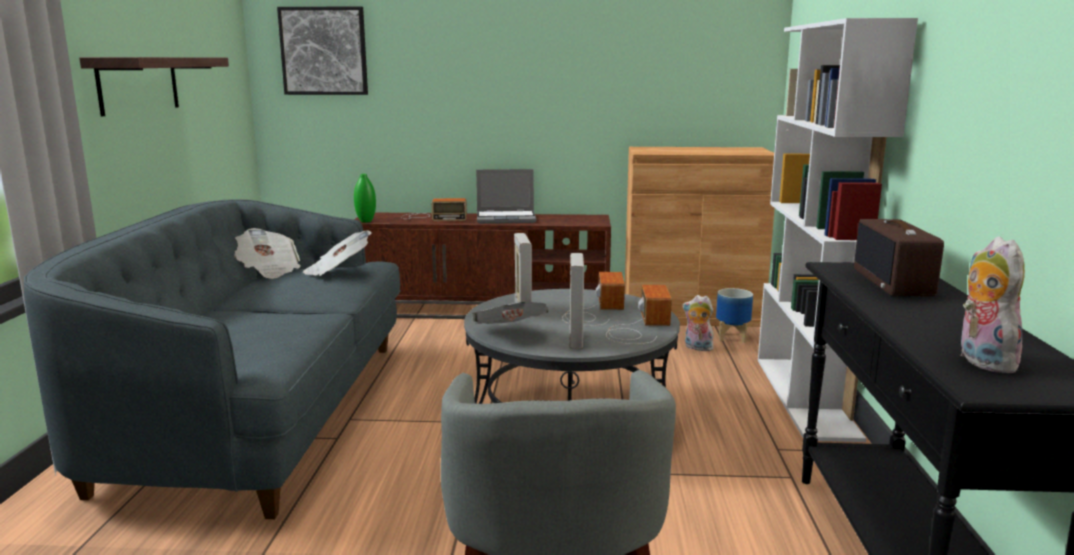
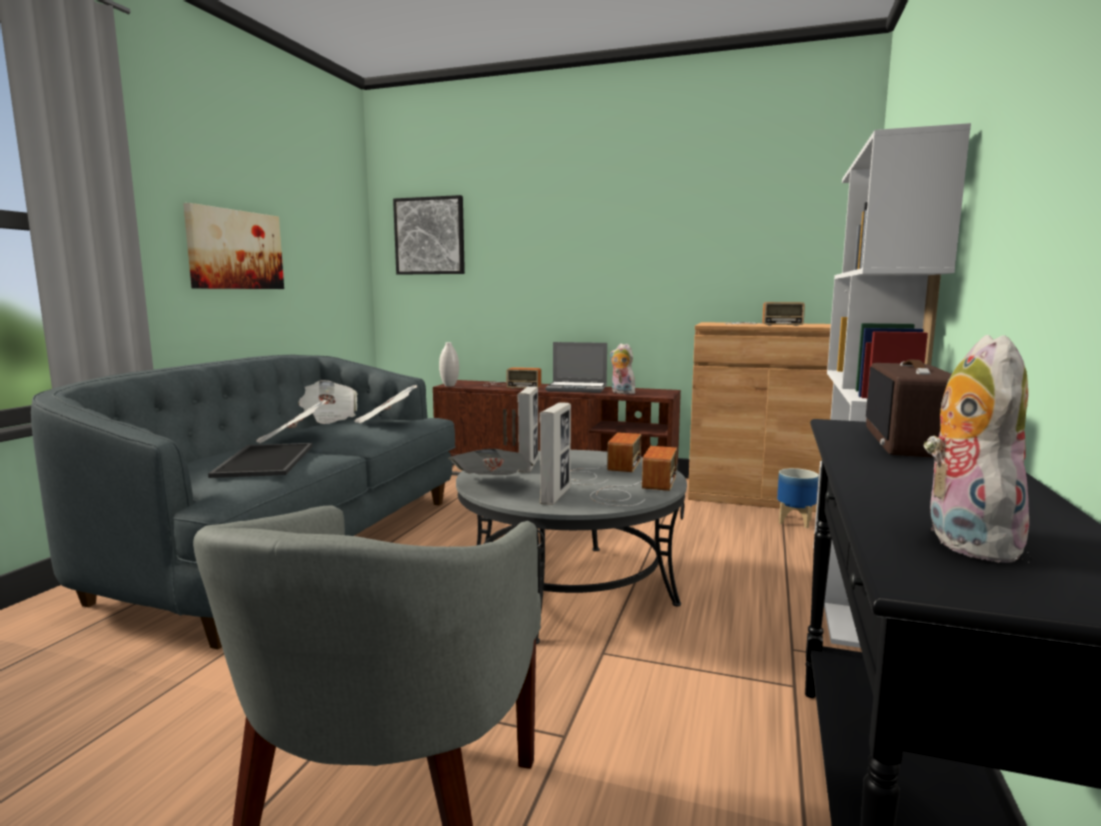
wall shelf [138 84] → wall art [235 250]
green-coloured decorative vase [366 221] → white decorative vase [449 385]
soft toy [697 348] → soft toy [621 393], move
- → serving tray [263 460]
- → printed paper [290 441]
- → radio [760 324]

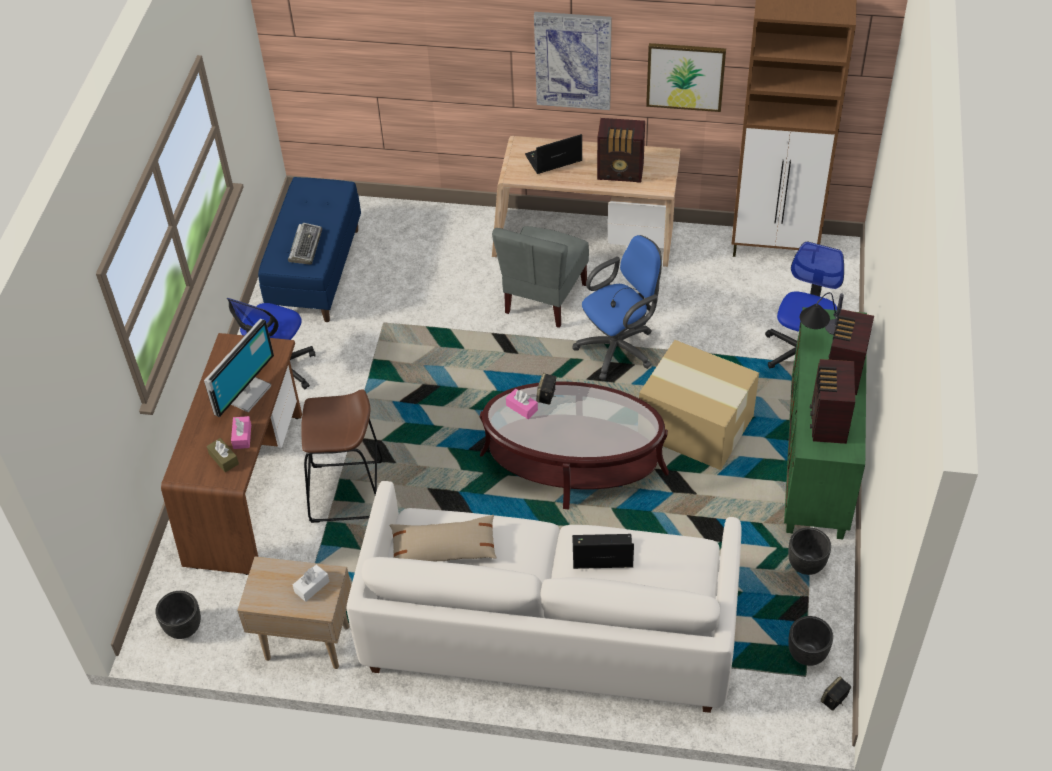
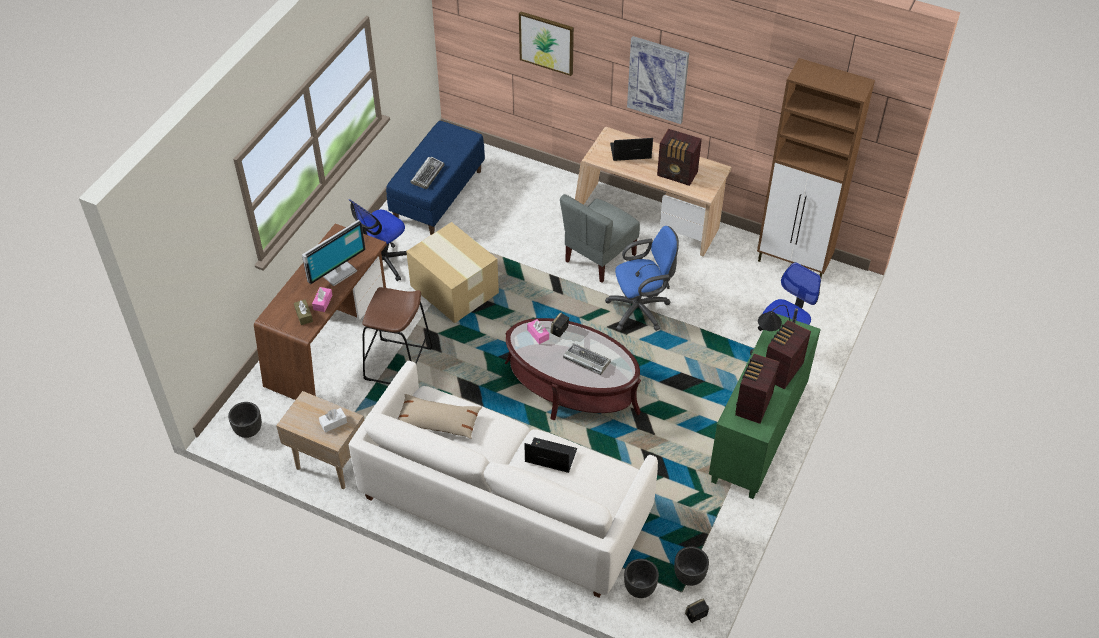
carton [694 425] → carton [454 288], move
wall art [685 76] → wall art [546 42], move
black flower pot [806 565] → black flower pot [639 589], move
- → keyboard [586 360]

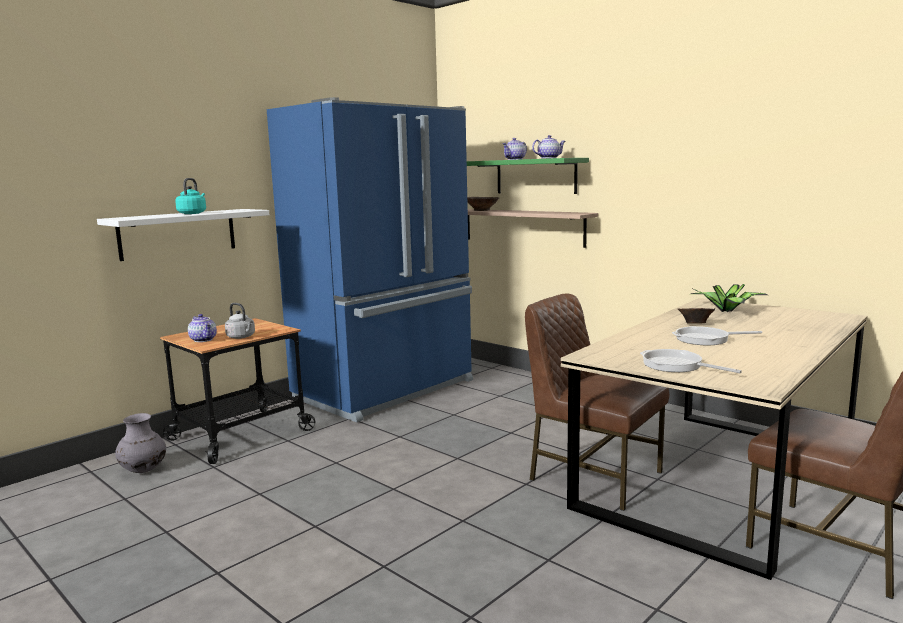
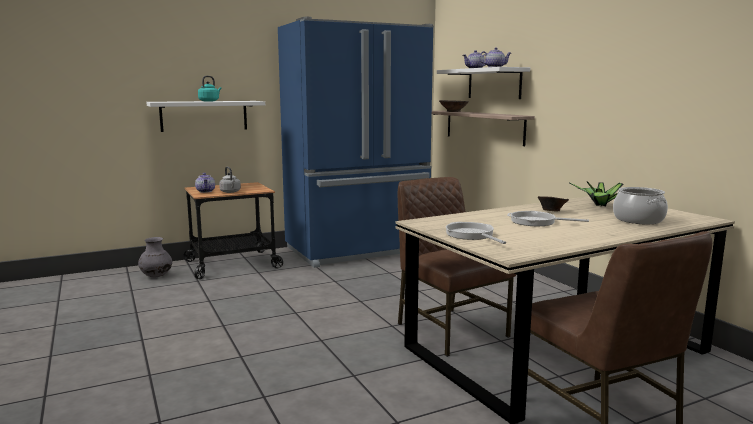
green-coloured wall shelf [535 176] → white wall shelf [494 83]
- → cooking pot [638 220]

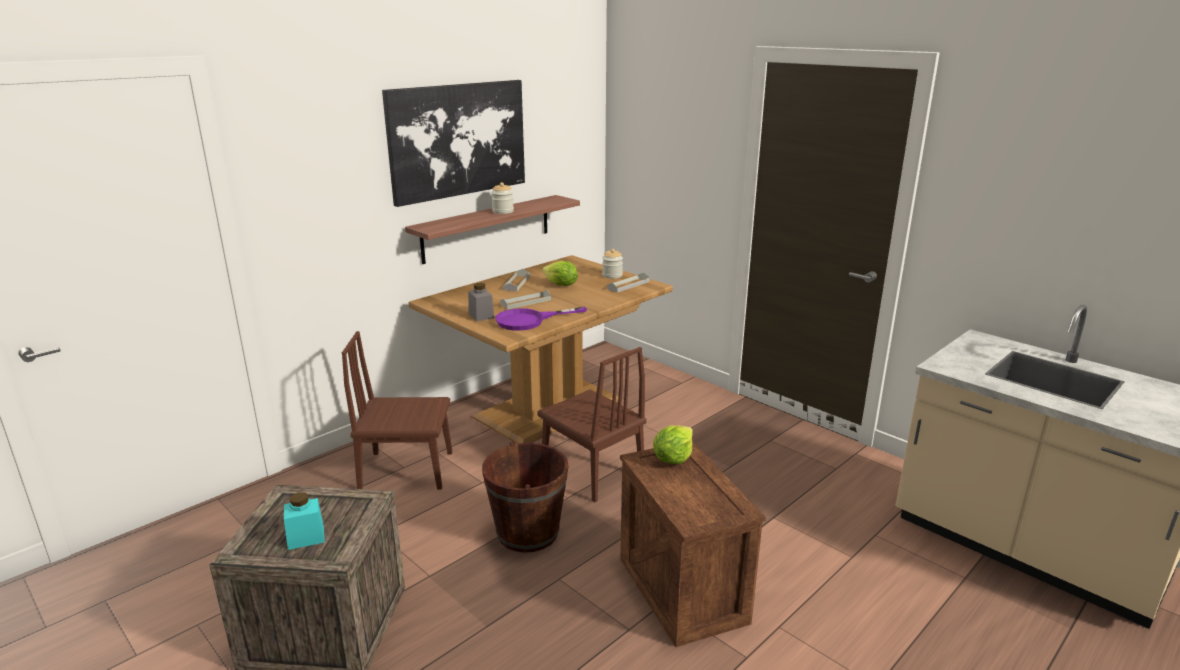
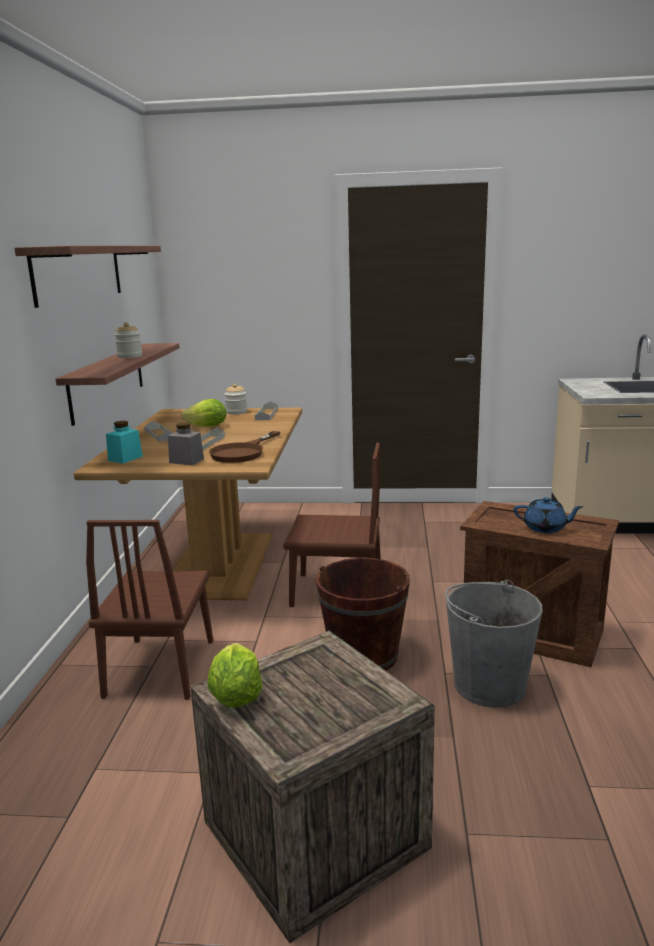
turquoise jar [306 537] → turquoise jar [125 458], move
brownish chair [407 470] → brownish chair [160 667], 45 degrees counterclockwise
wall art [458 140] → wall shelf [79 273]
purplish pan [529 320] → brownish pan [242 452]
lettuce head [673 458] → lettuce head [236 696], move
- → grey pail [489 685]
- → bluish pot for tea [545 528]

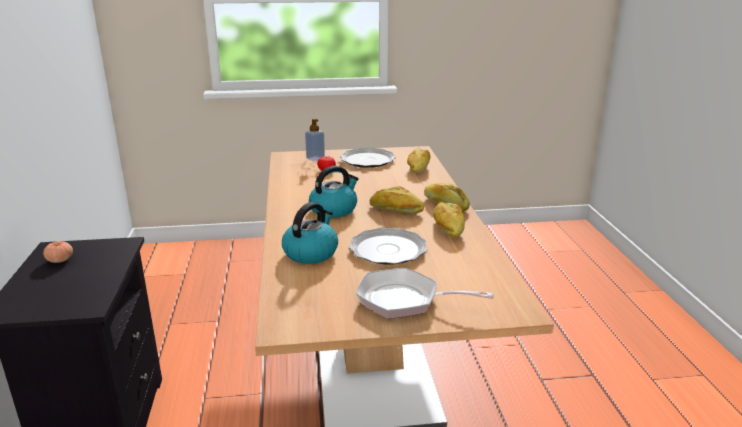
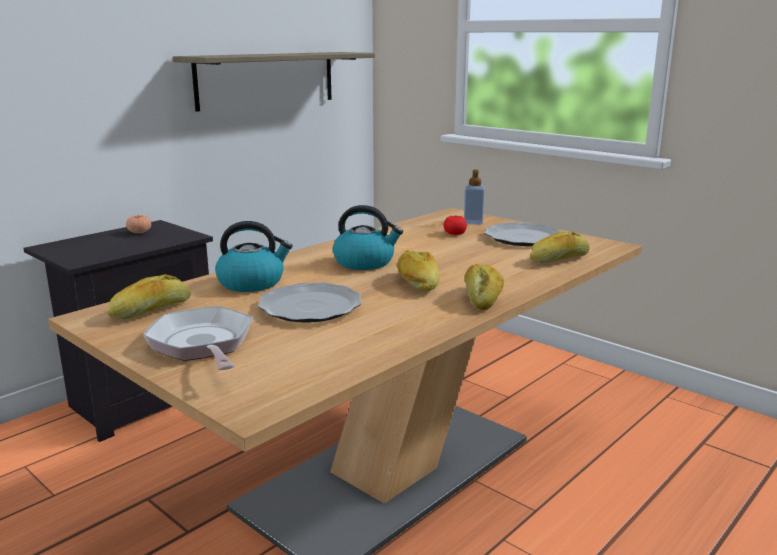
bakery bread [447 228] → bakery bread [151 311], move
- → wall shelf [267 79]

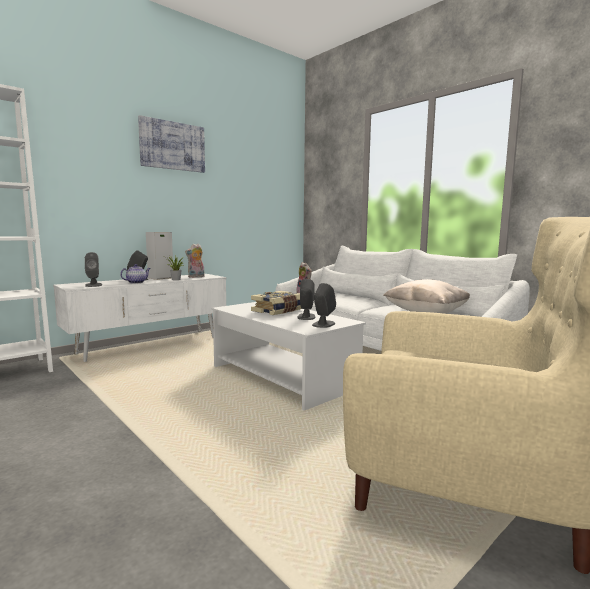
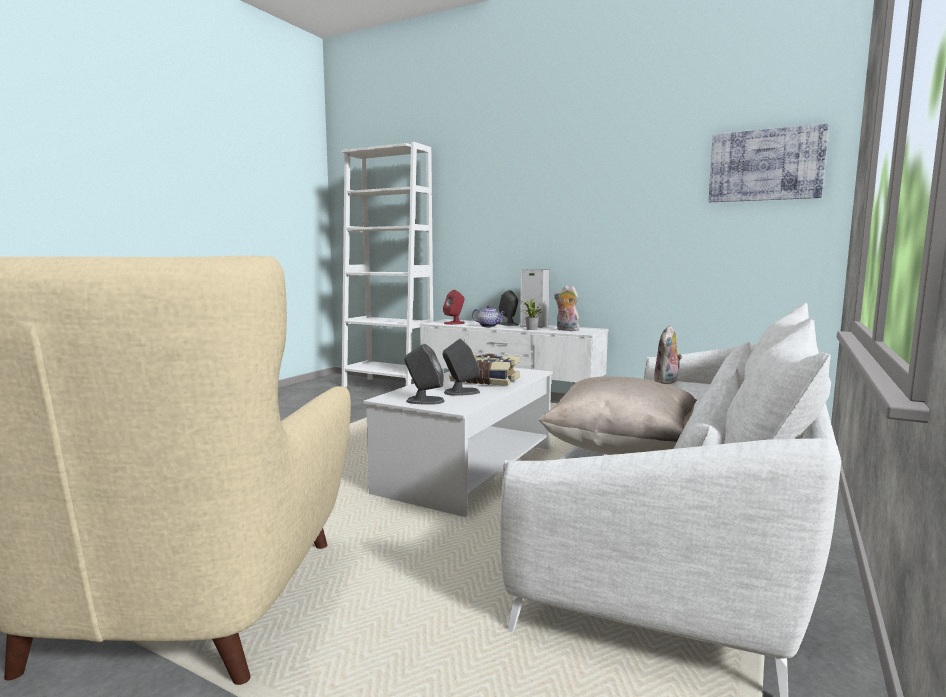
grey speaker [93 285] → red-coloured speaker [454 323]
wall art [172 146] → wall art [765 165], move

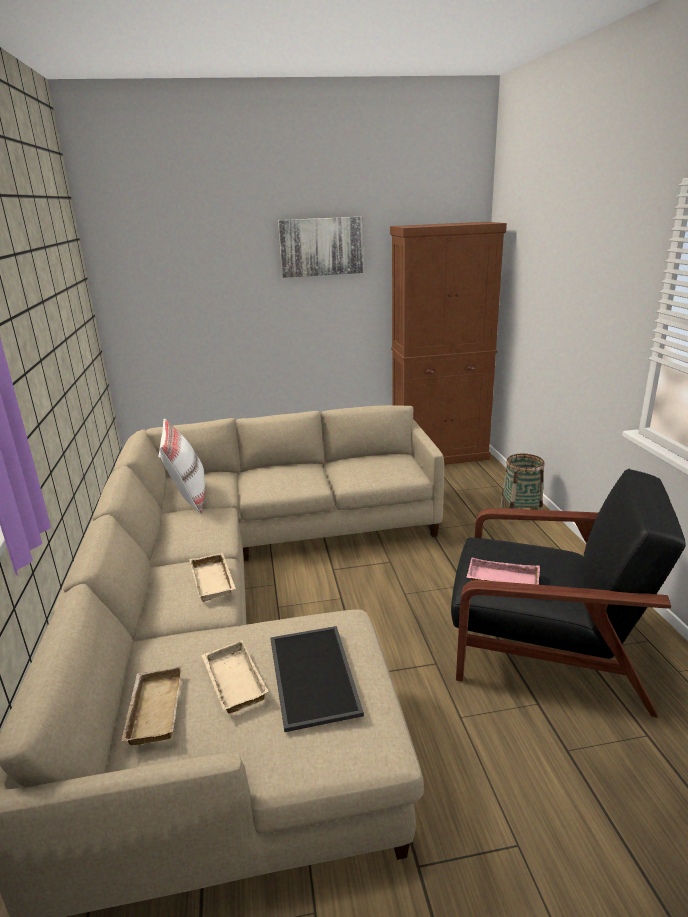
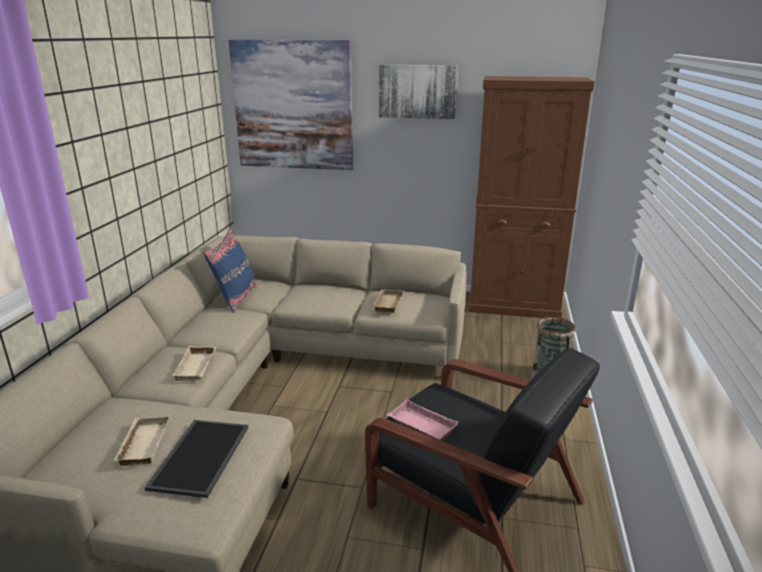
beige serving tray [153 709] → beige serving tray [387 303], move
white cushion [188 497] → bluish cushion [235 297]
- → wall art [293 106]

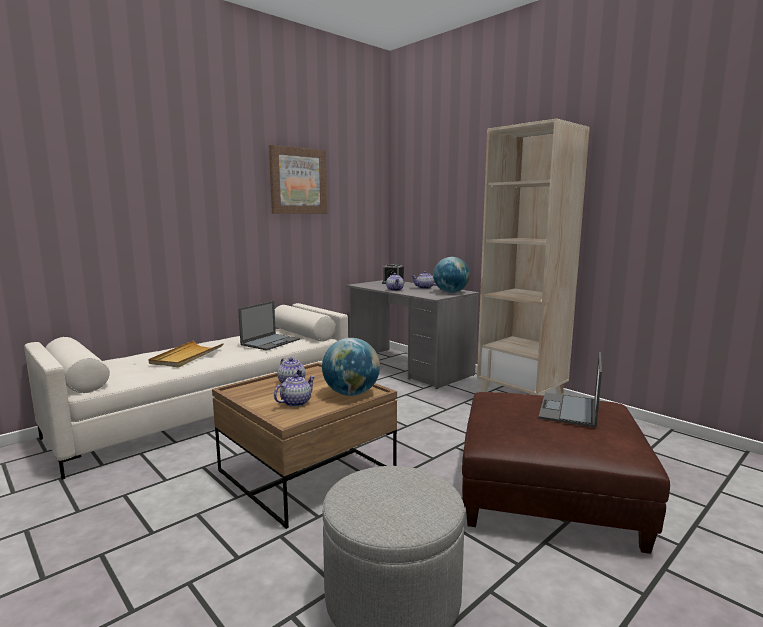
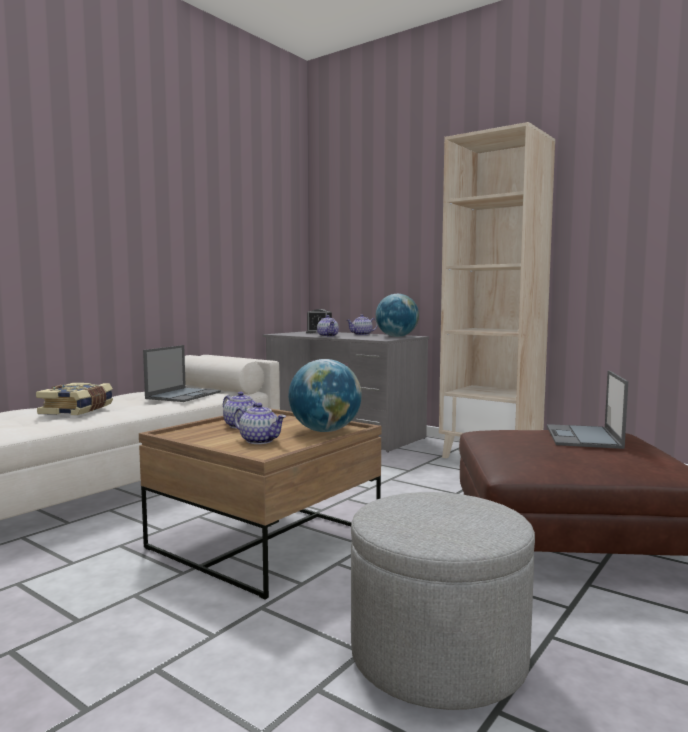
beige serving tray [187 356] → volume [78 410]
wall art [298 181] → -
pot for tea [296 402] → pot for tea [260 441], 90 degrees clockwise

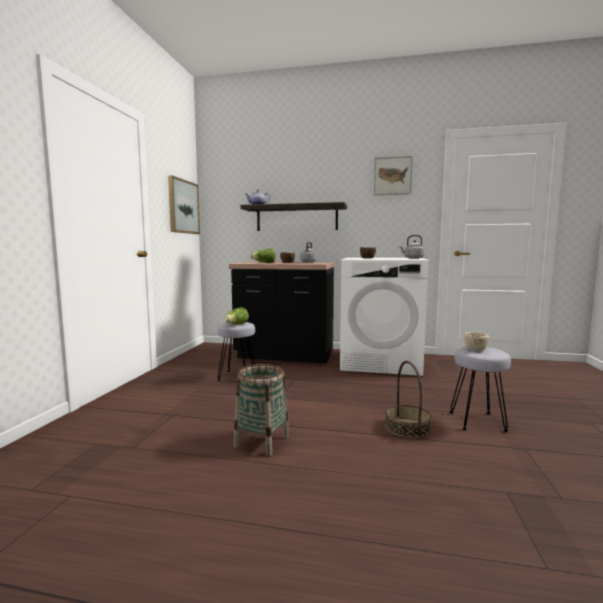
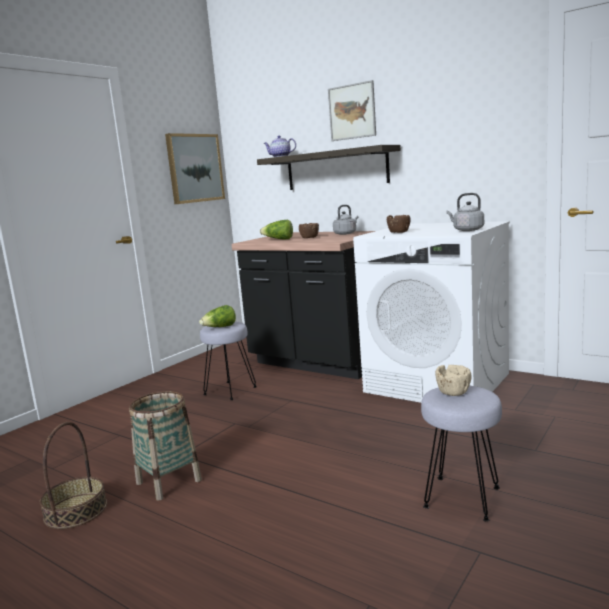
wall art [392 176] → wall art [352 111], move
household basket [407 428] → household basket [75 511], move

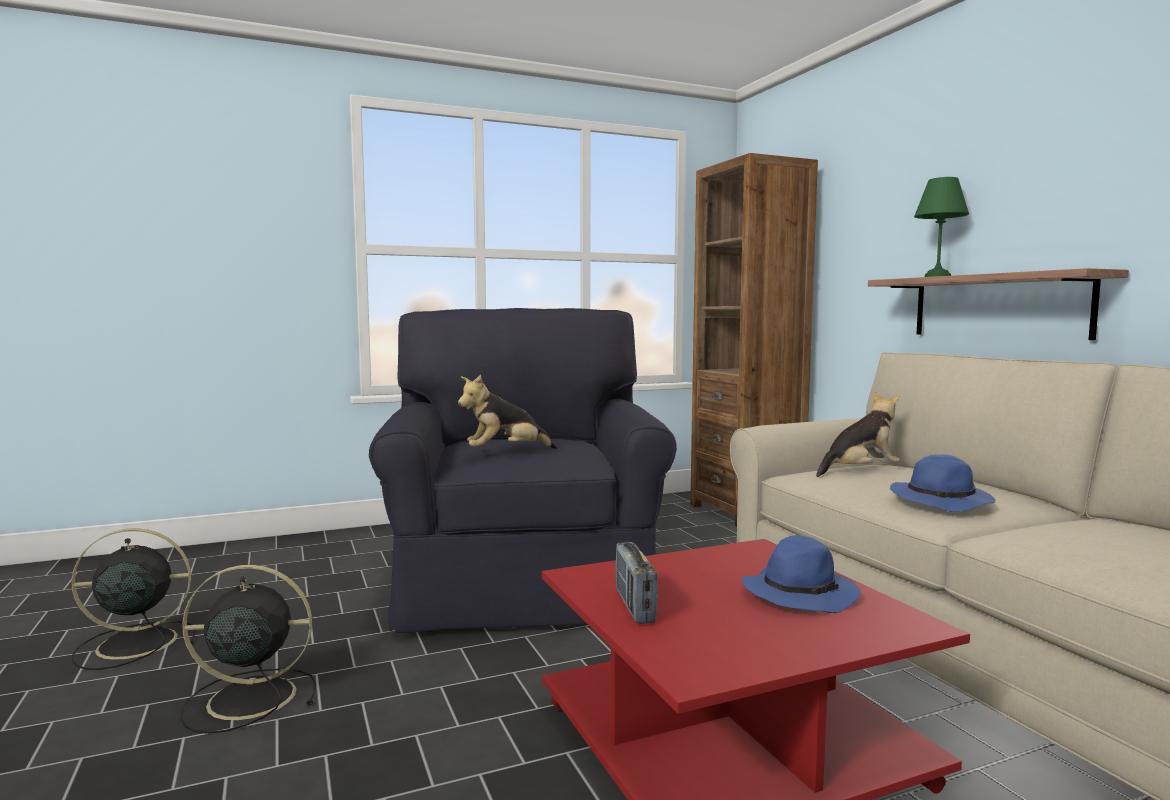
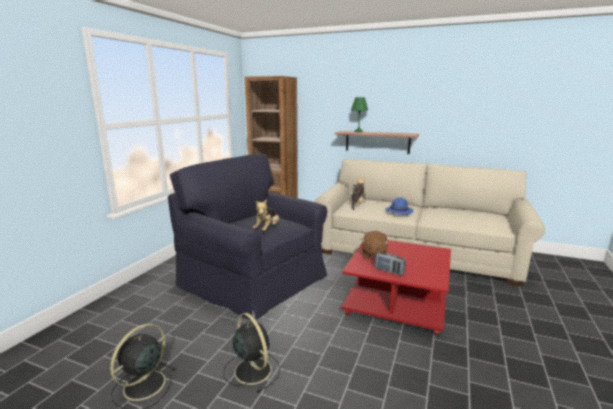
black cooling fan [248 698] → black cooling fan [252 369], 105 degrees clockwise
bluish hat [800 593] → -
- → brownish soft toy [373 255]

